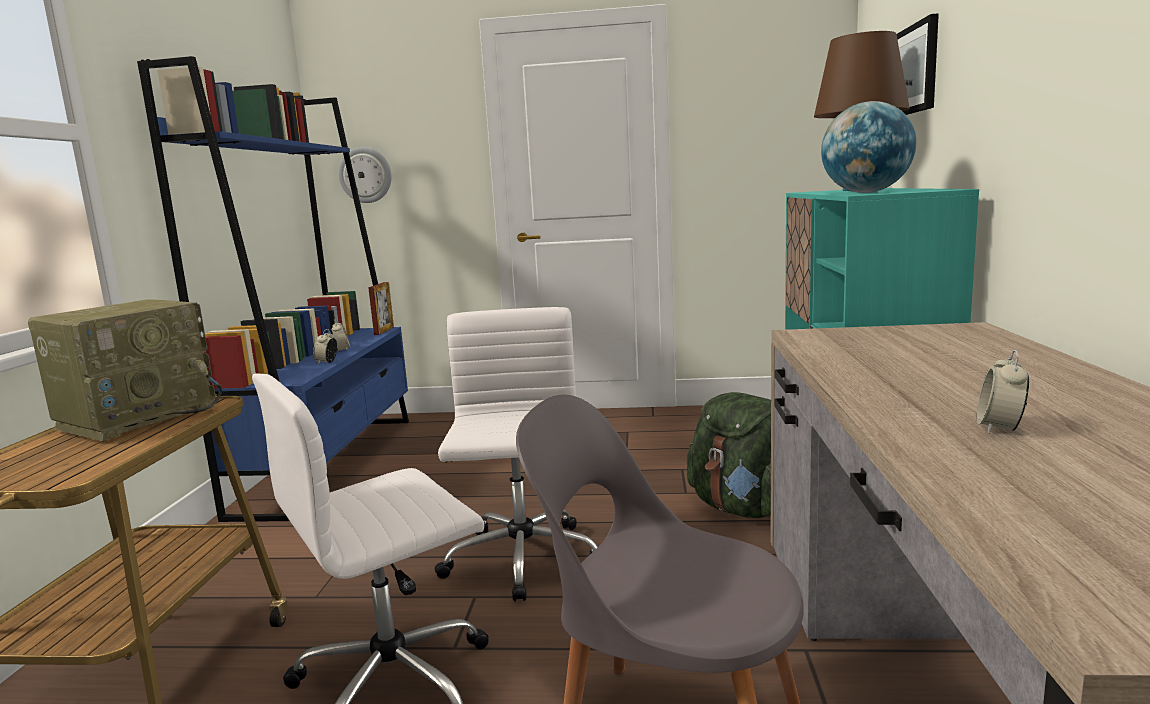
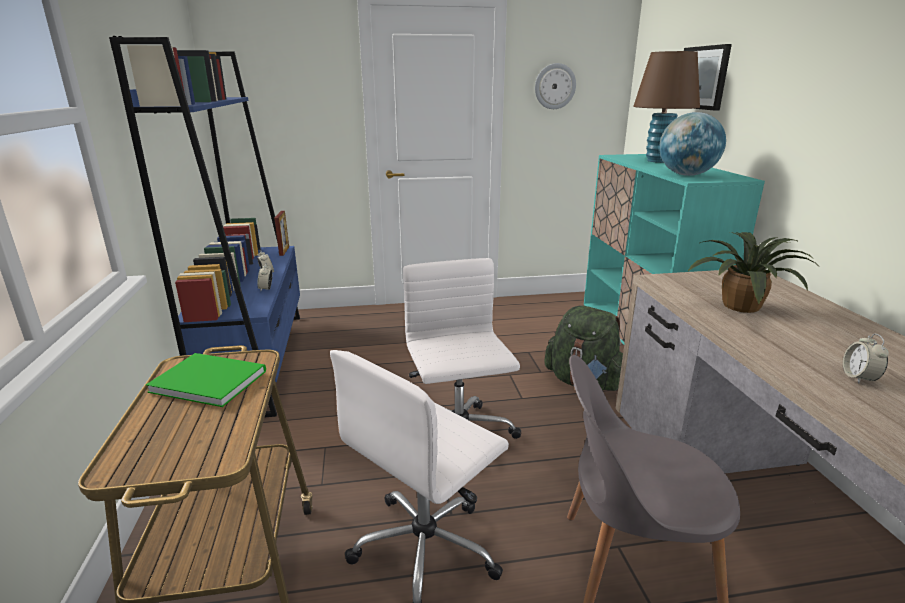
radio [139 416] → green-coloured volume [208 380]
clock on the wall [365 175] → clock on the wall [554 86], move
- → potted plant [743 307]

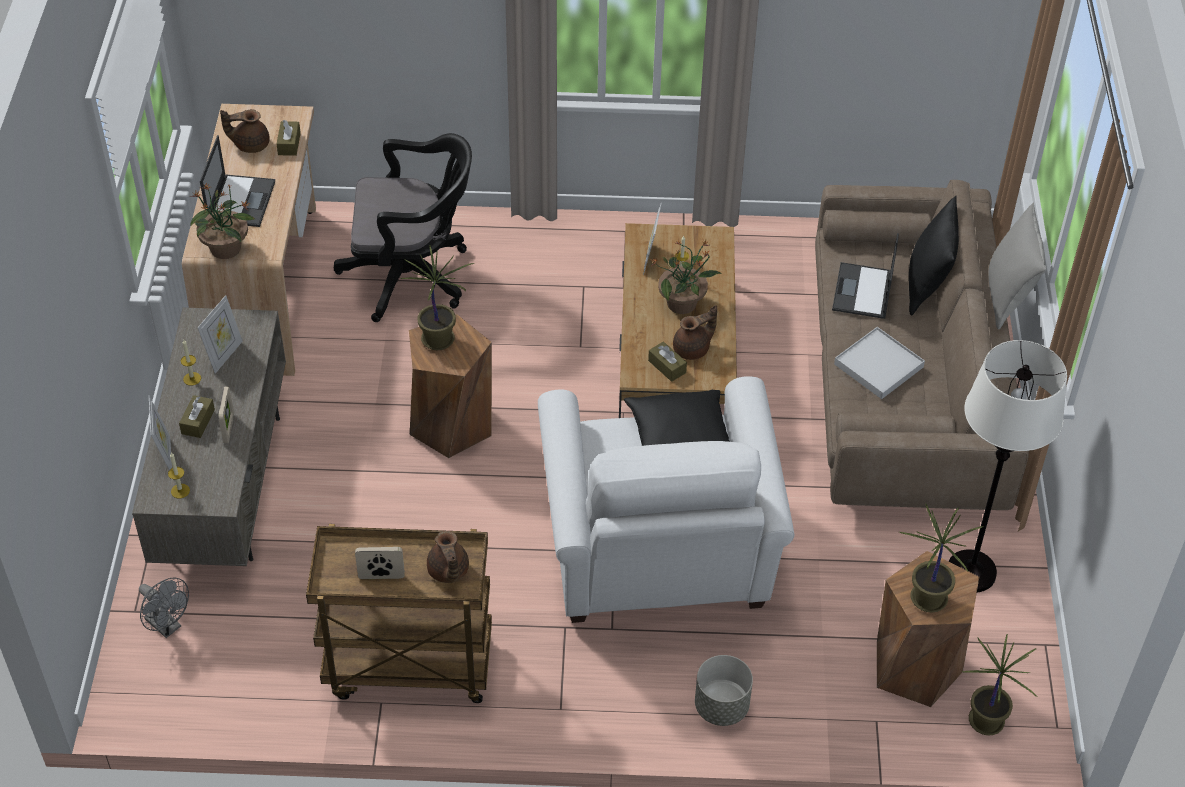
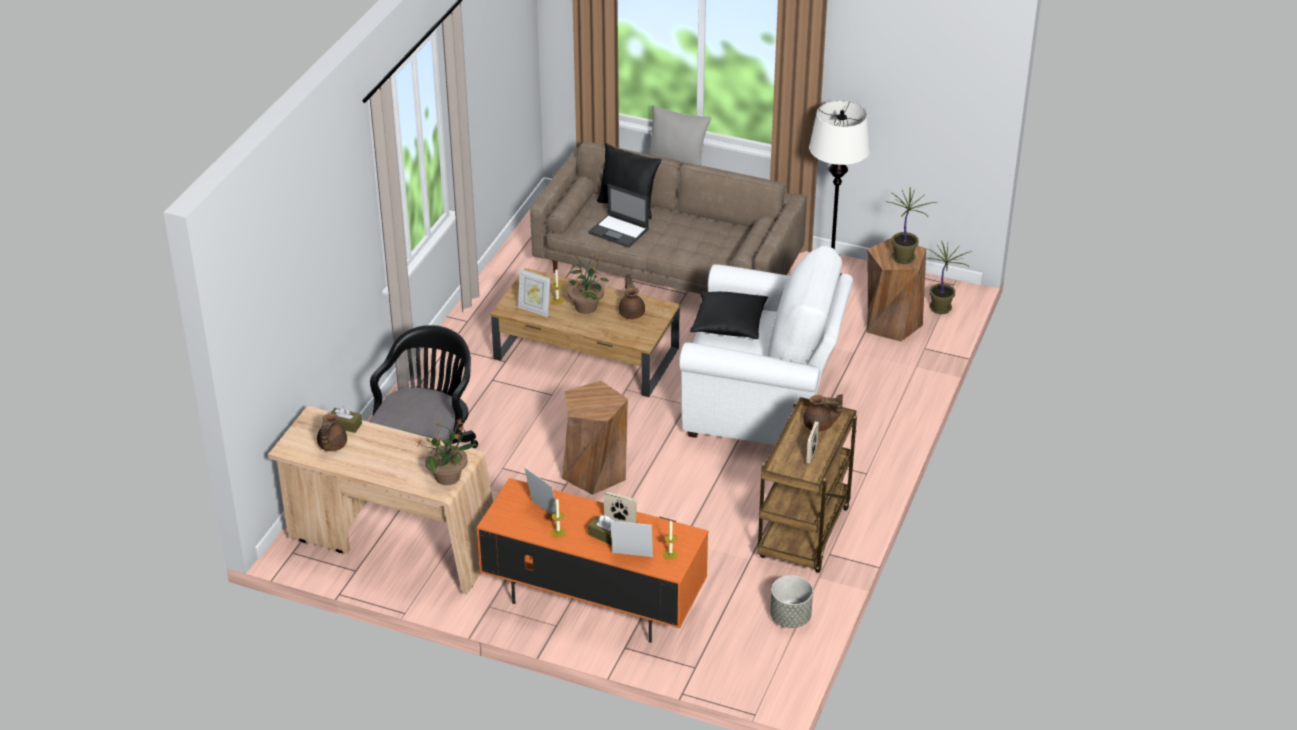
grey tv unit [223 484] → orange-coloured tv unit [592 600]
grey cooling fan [167 626] → -
laptop [241 200] → -
potted plant [439 340] → -
brownish tissue holder [667 366] → -
grey flower pot [721 707] → grey flower pot [790 617], move
white serving tray [878 365] → -

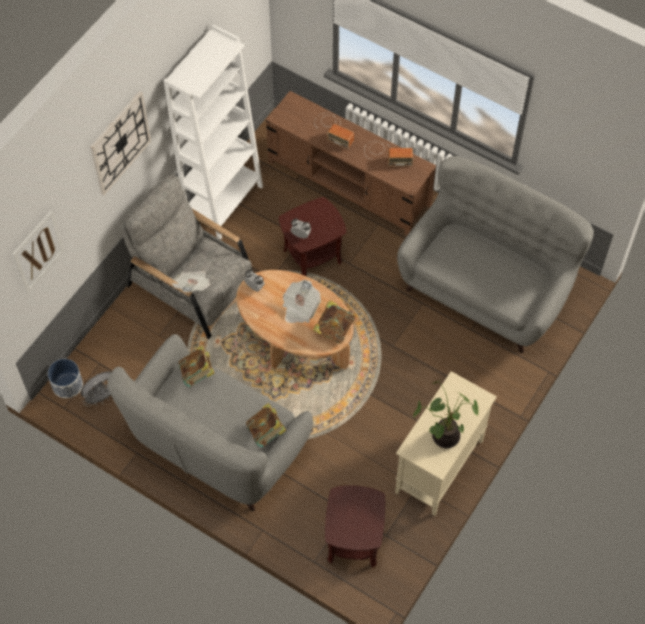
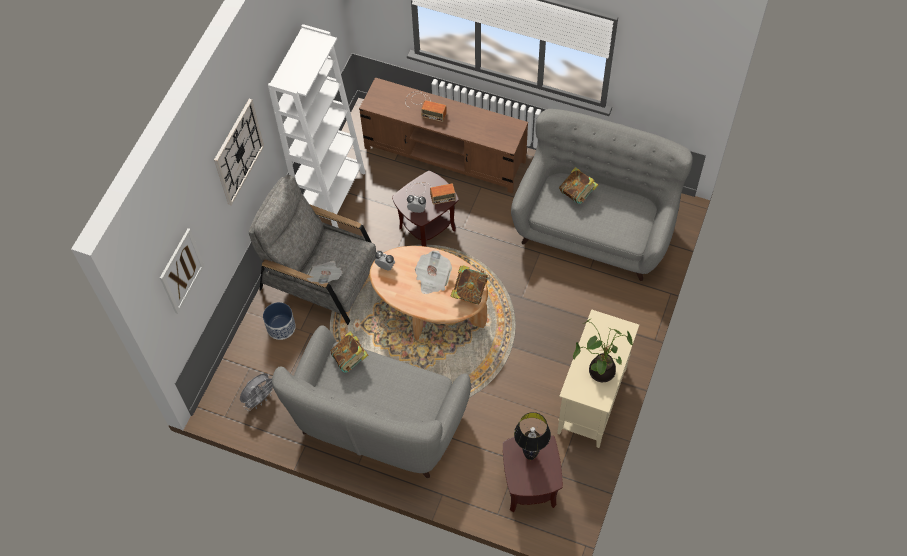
flower pot [67 384] → flower pot [281 327], move
volume [266 432] → volume [577 193], move
radio [387 154] → radio [429 193], move
- → black table lamp [530 456]

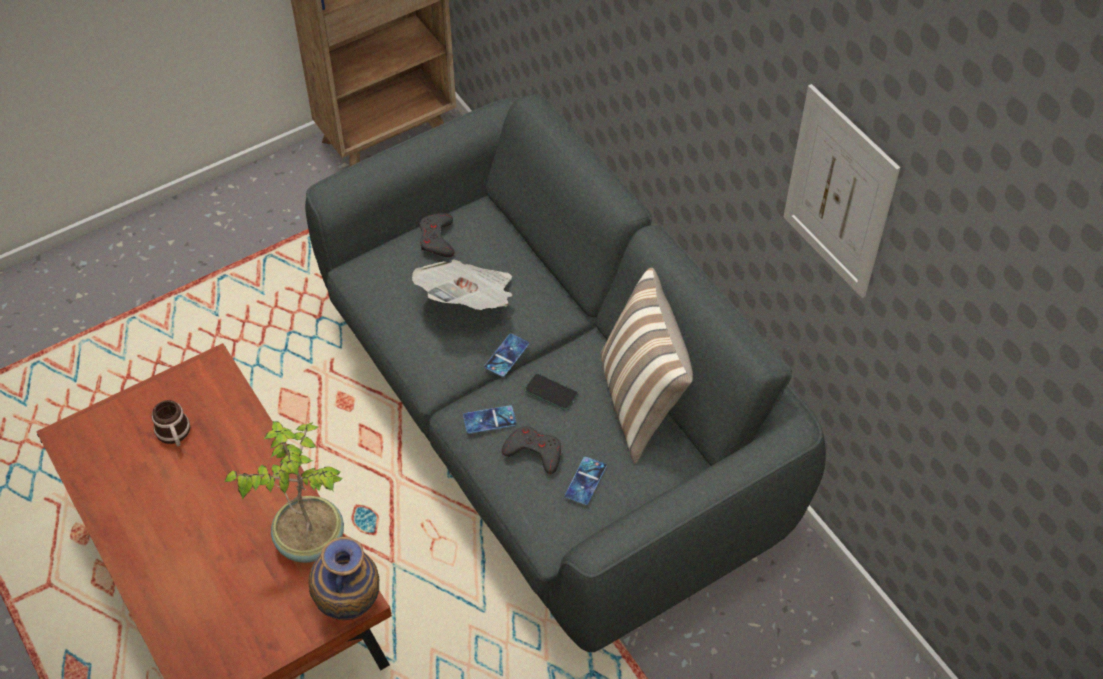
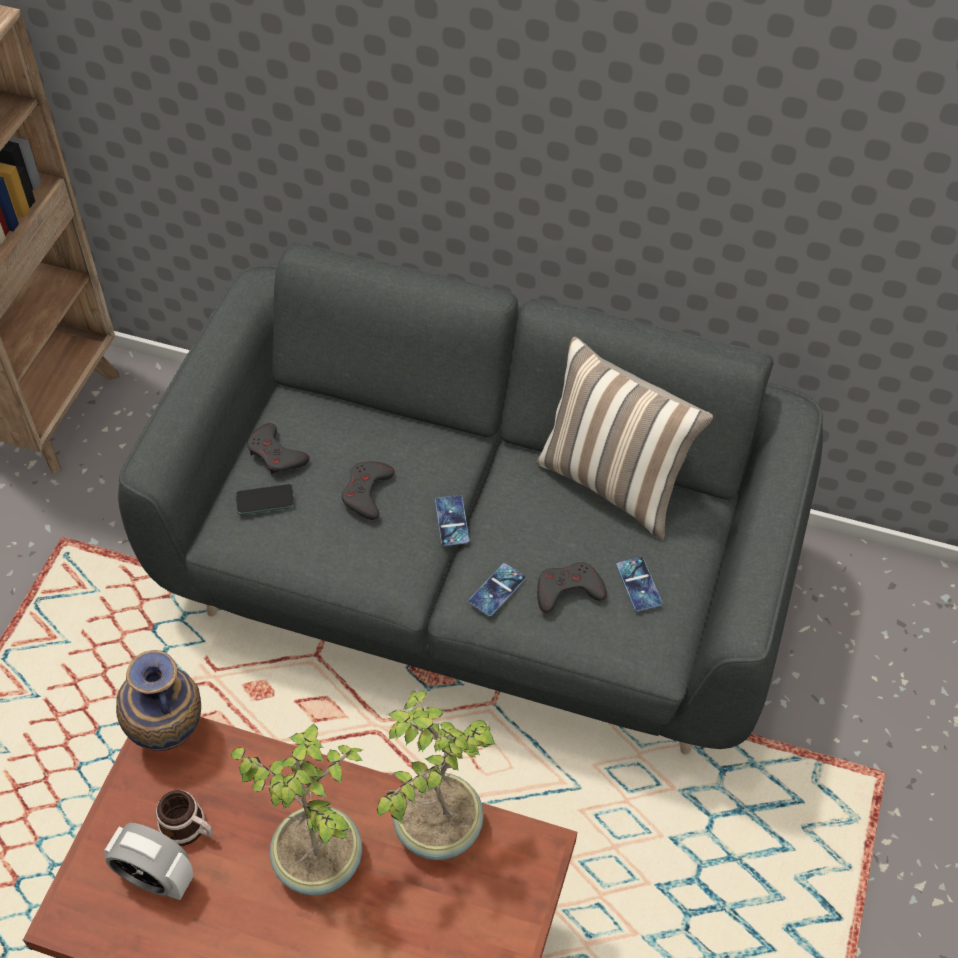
decorative vase [350 608] → decorative vase [171 736], move
printed paper [468 300] → grey gamepad [367 493]
handset [551 392] → handset [265 500], move
wall art [839 193] → -
- → bedside clock [156 878]
- → potted plant [319 858]

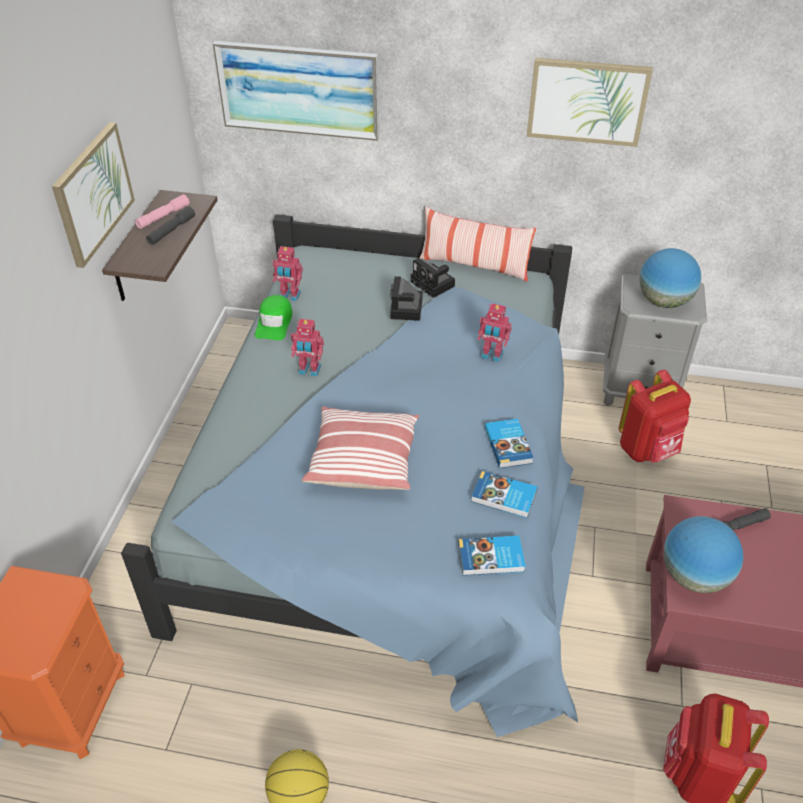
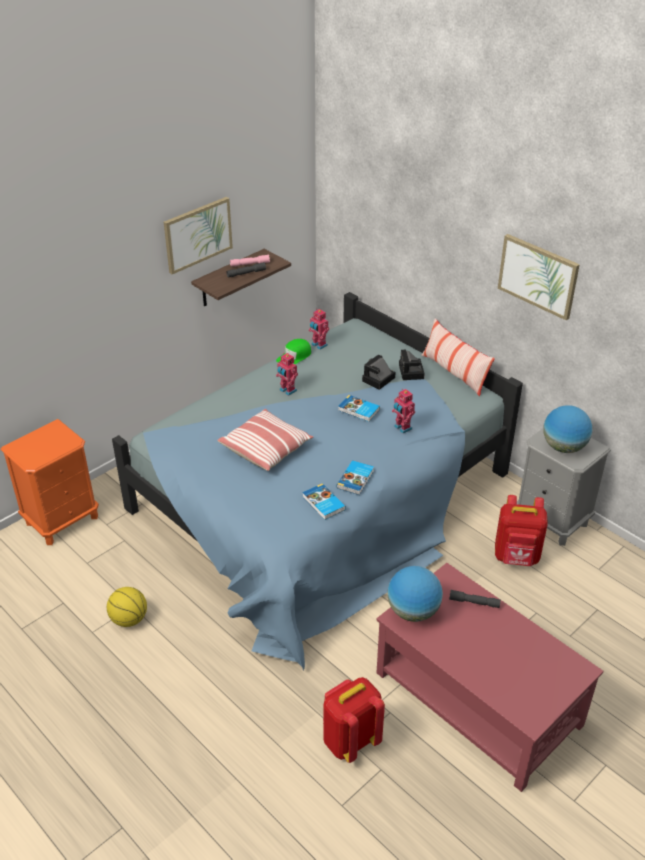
wall art [299 90] → -
volume [491 558] → volume [358 410], move

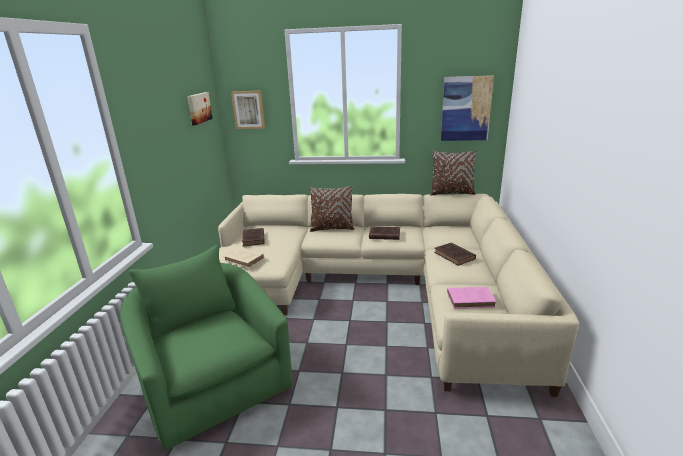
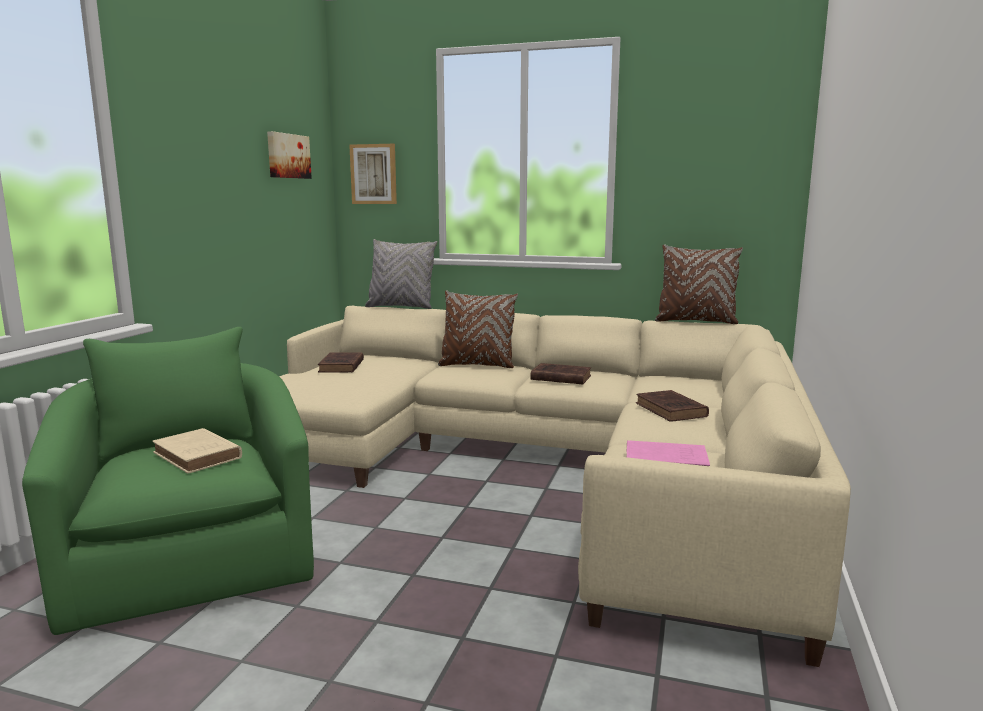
beige volume [245 260] → beige volume [198 456], move
wall art [466 109] → -
- → grey cushion [401 307]

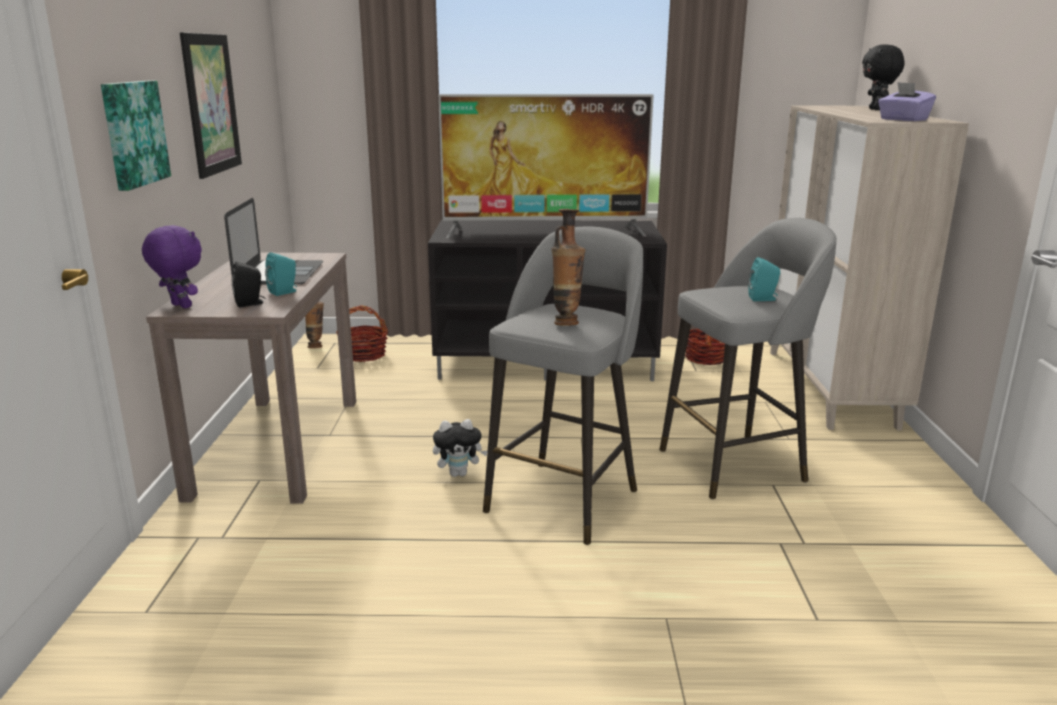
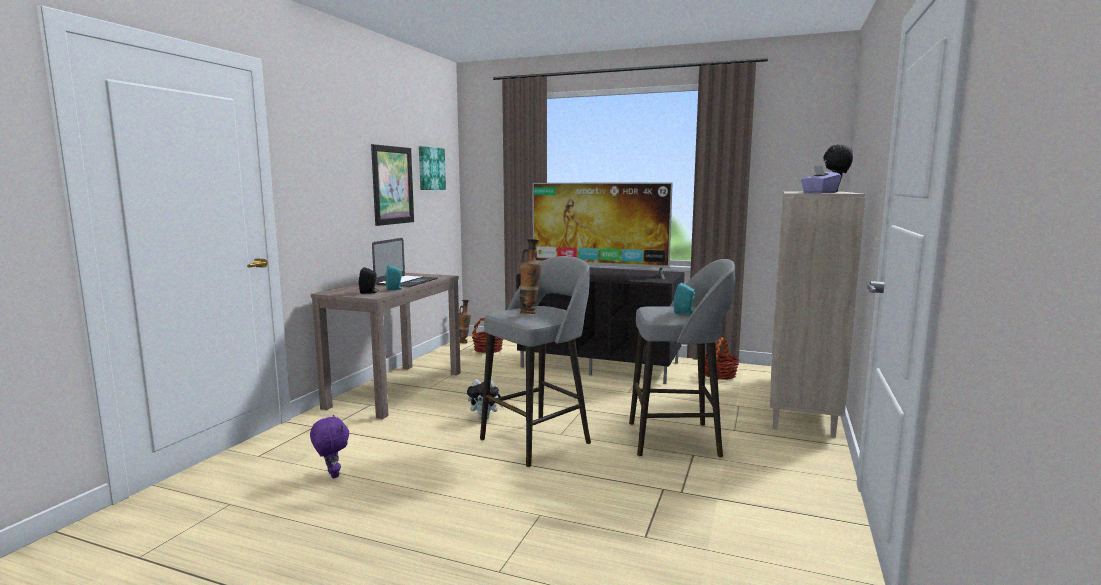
wall art [133 133] → wall art [430 168], move
purplish soft toy [179 306] → purplish soft toy [331 475], move

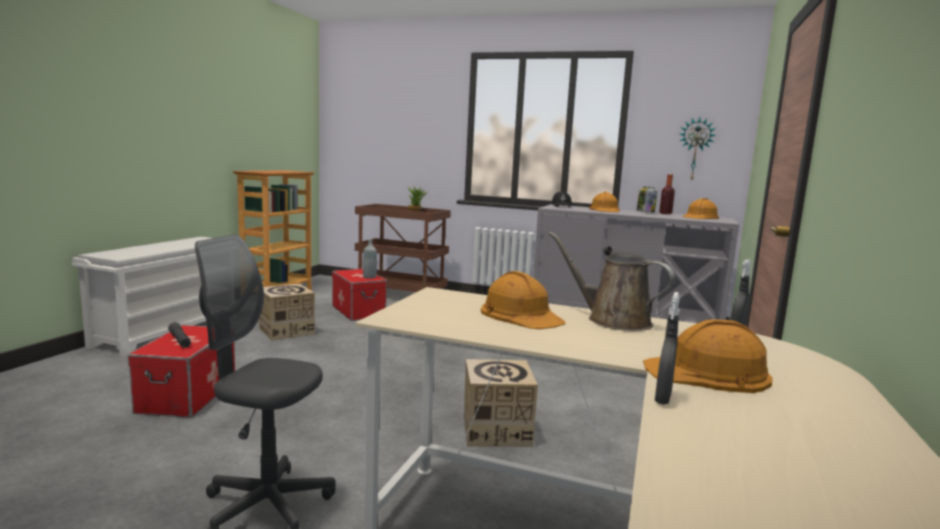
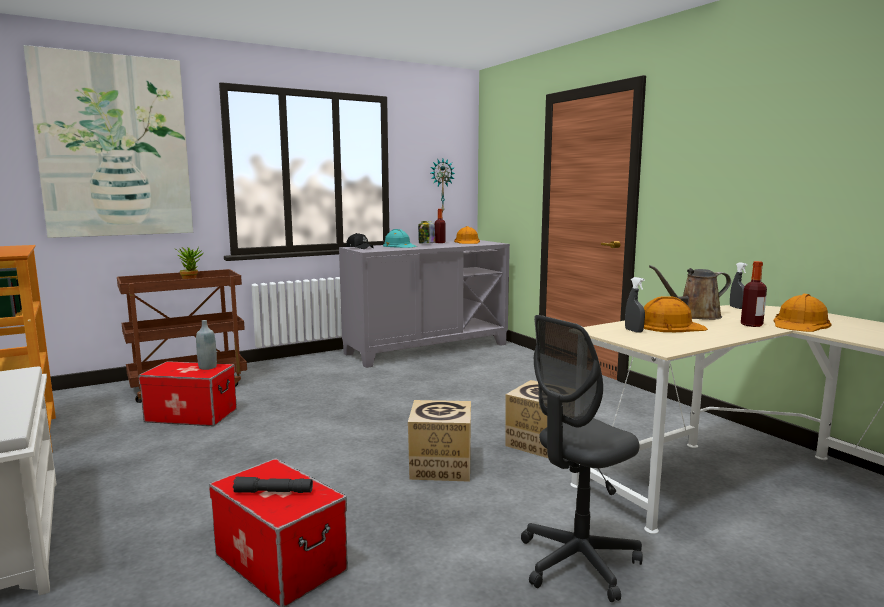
carton [286 331] → carton [440 466], move
orange-coloured work helmet [605 210] → turquoise work helmet [399 246]
grey spray bottle [663 398] → grey spray bottle [633 331], move
- → wall art [115 147]
- → drink bottle [751 325]

